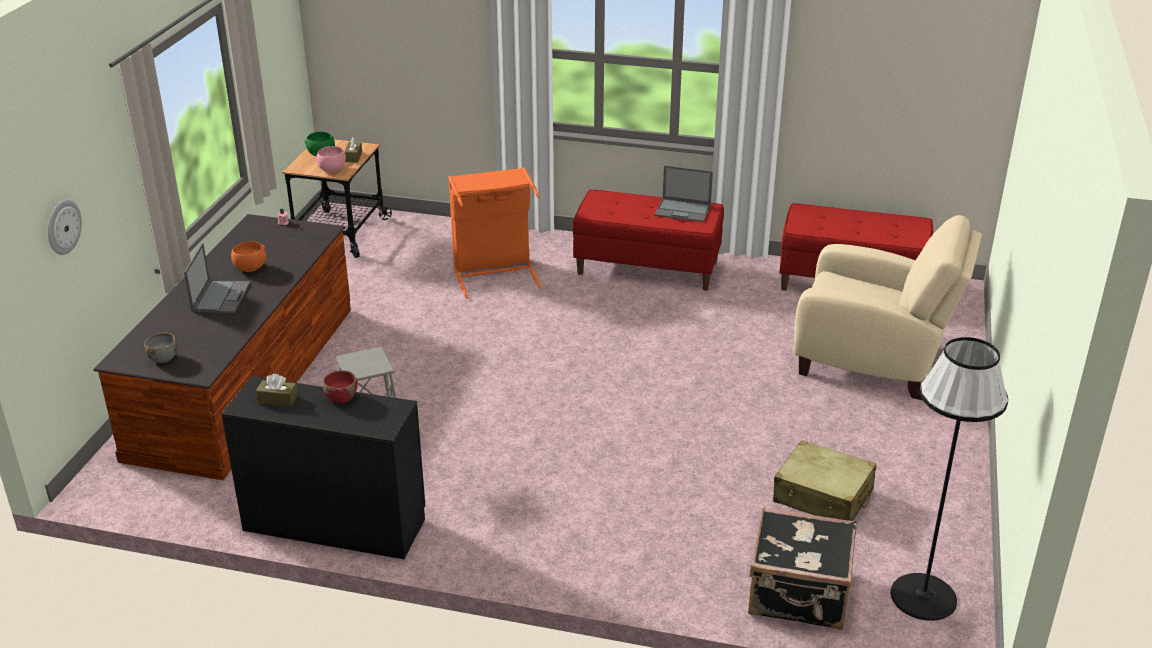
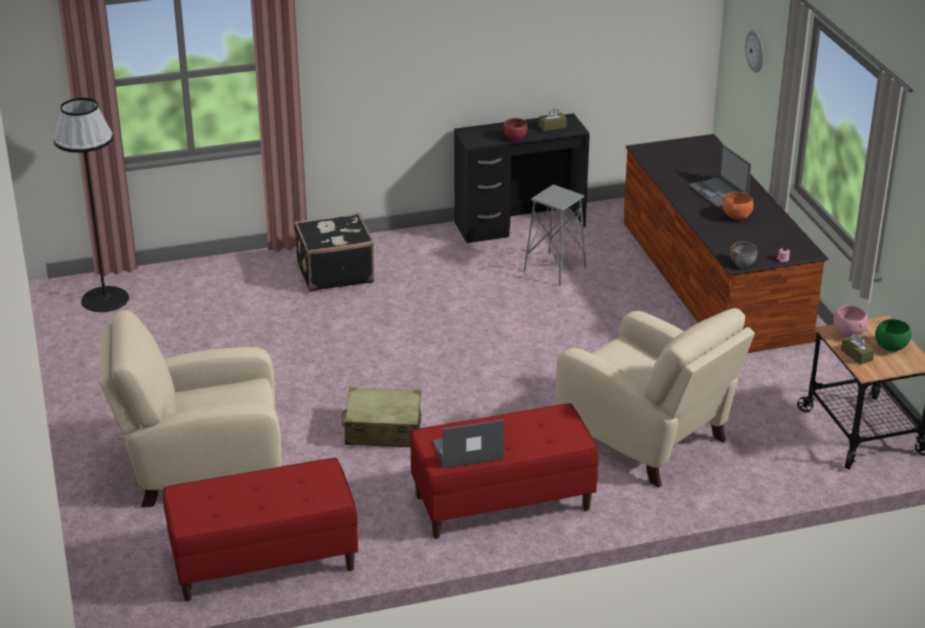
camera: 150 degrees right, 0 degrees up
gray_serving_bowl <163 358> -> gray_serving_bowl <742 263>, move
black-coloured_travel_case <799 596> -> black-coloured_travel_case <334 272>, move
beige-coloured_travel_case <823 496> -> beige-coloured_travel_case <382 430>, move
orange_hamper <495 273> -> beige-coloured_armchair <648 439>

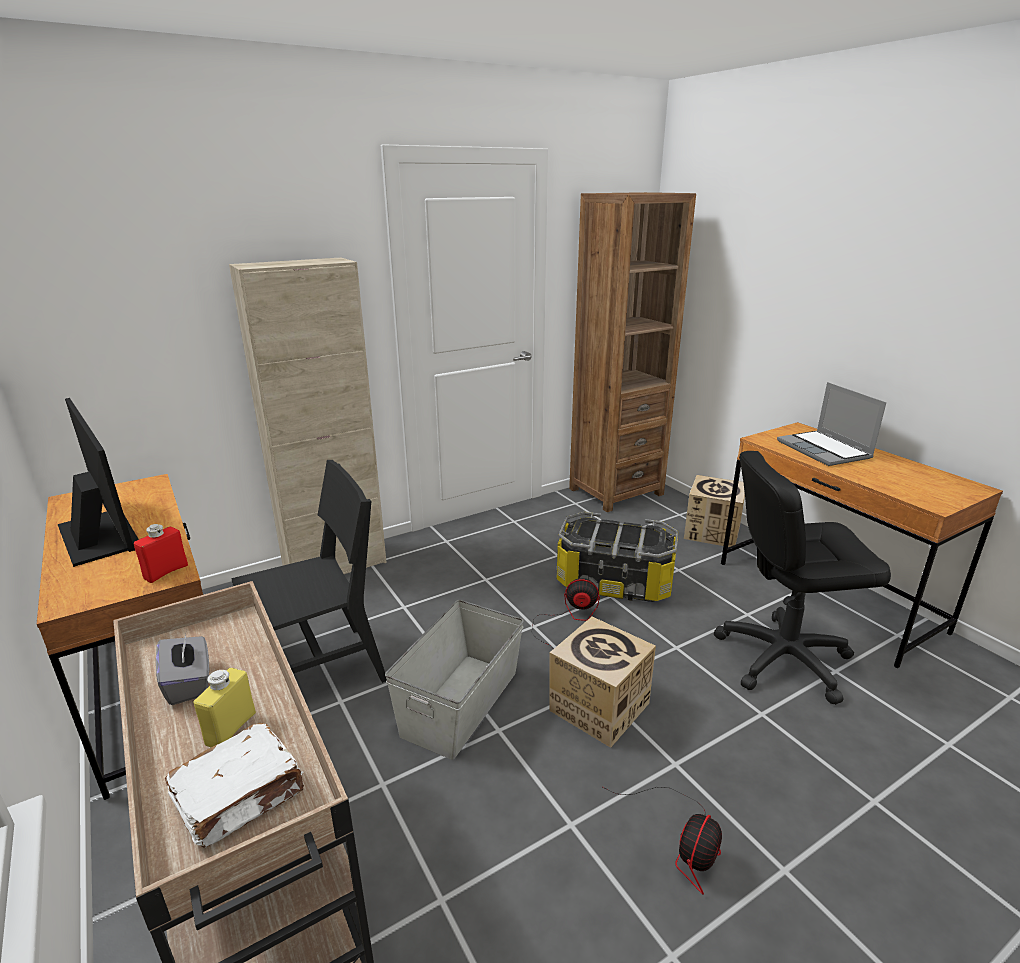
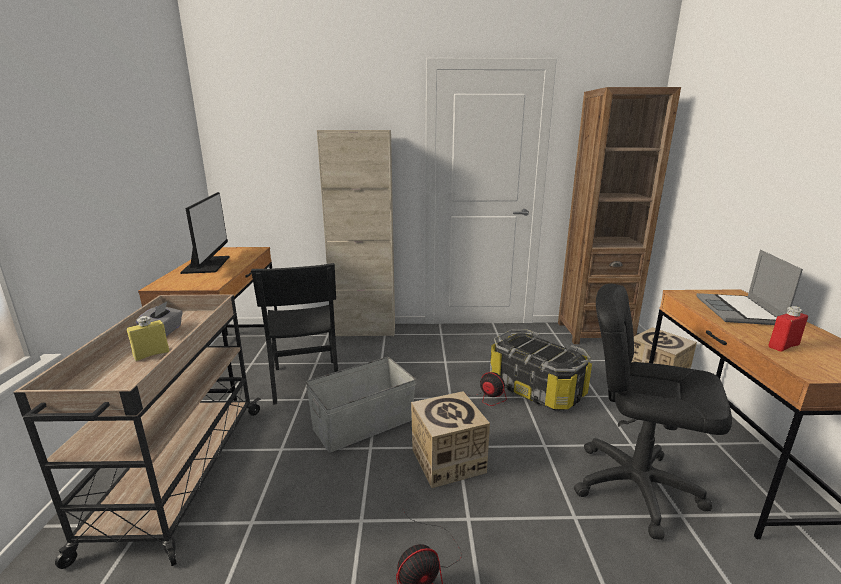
camera: 30 degrees right, 5 degrees down
white_volume <242 797> -> none
reddish_bottle <166 572> -> reddish_bottle <783 346>, move
black-coloured_plain_chair <320 671> -> black-coloured_plain_chair <305 381>, 75 degrees clockwise

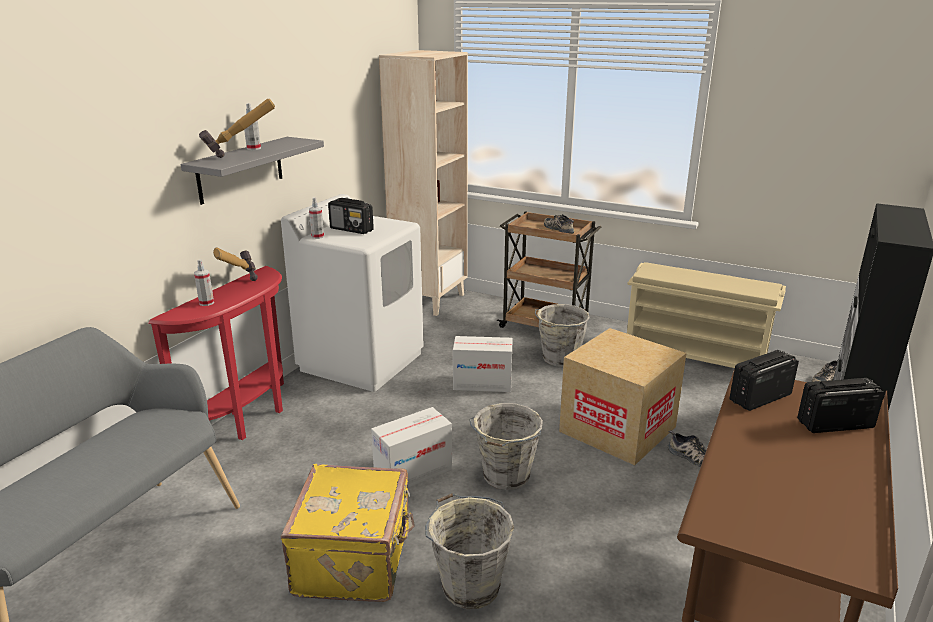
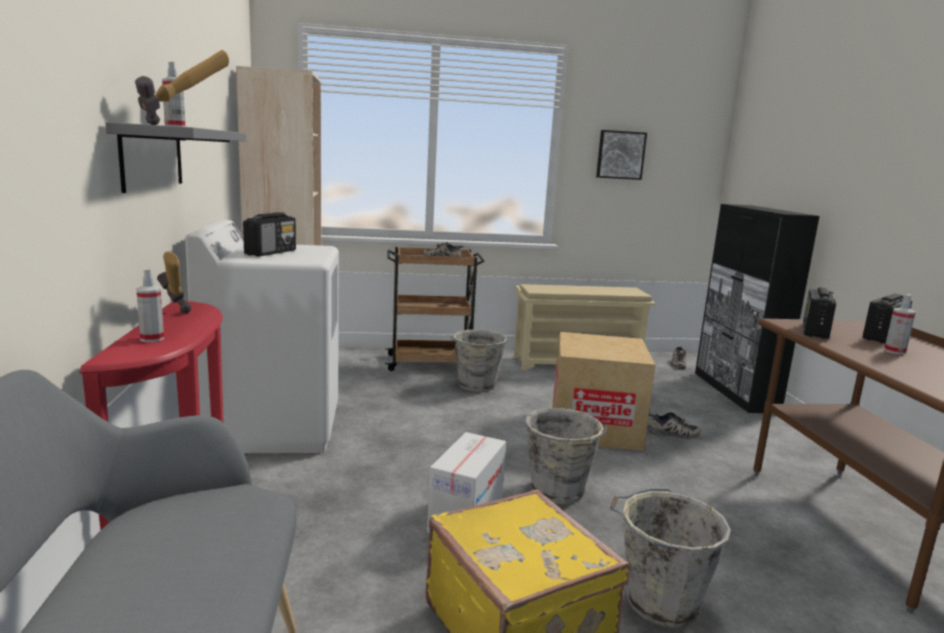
camera: 35 degrees left, 10 degrees down
packing_box <482 383> -> none
none -> picture <620 155>
spray_bottle <317 236> -> spray_bottle <894 351>, move
radio_set <352 229> -> radio_set <271 252>, 60 degrees counterclockwise

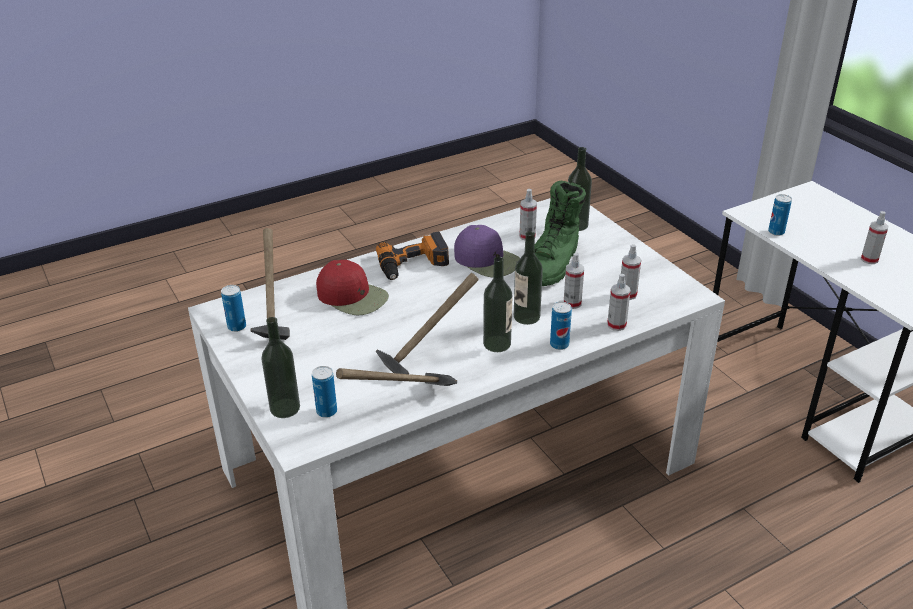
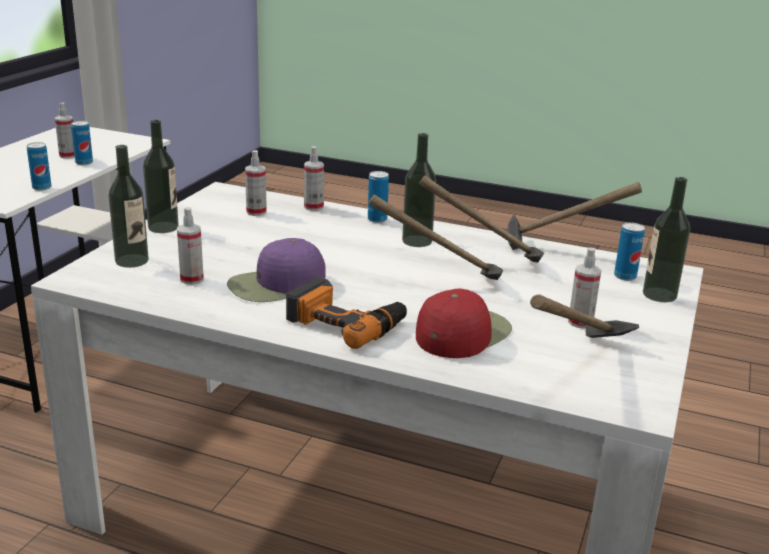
camera: 130 degrees left, 10 degrees down
green-coloured_boot <552 265> -> none
none -> hand_hammer <440 282>
sealed_can <237 327> -> sealed_can <84 163>, move
bottle <526 317> -> bottle <163 227>, move
spray_bottle <572 303> -> spray_bottle <580 322>, move
reddish_cap <353 296> -> reddish_cap <462 333>, 45 degrees clockwise
purple-coloured_cap <487 260> -> purple-coloured_cap <276 285>, 120 degrees counterclockwise

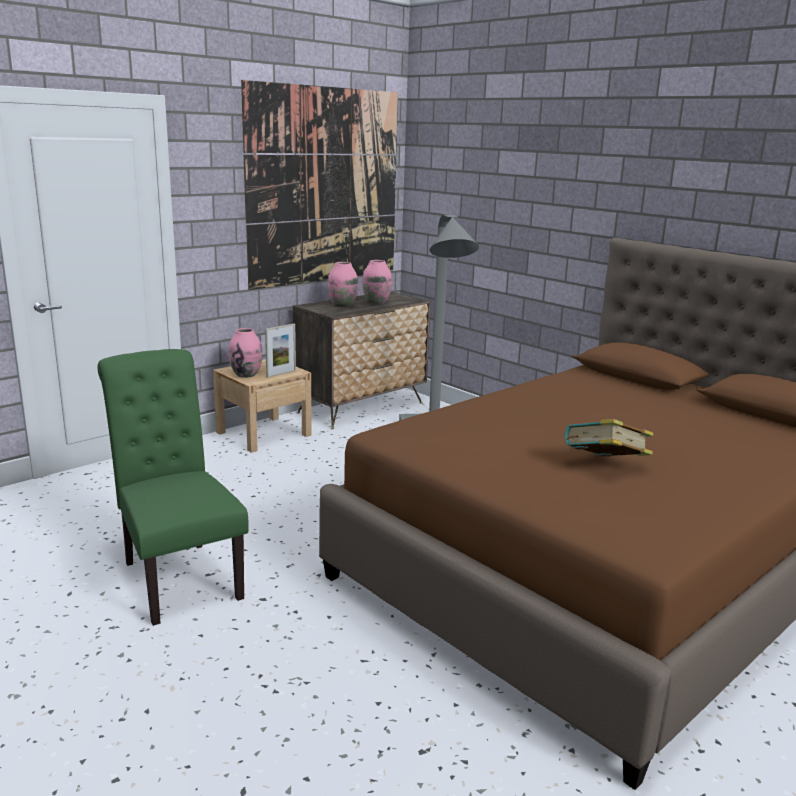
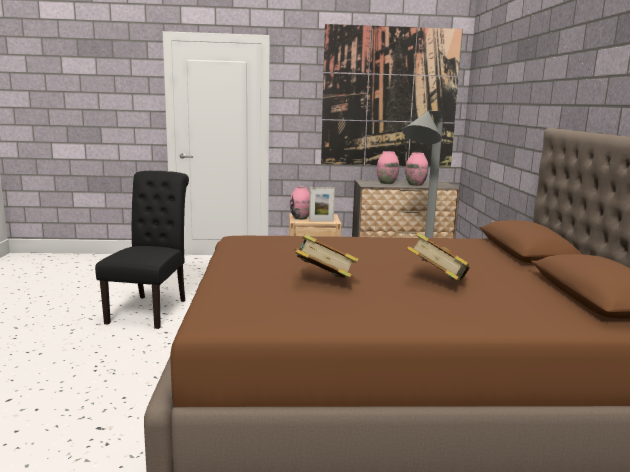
camera: 40 degrees right, 5 degrees down
none -> volume <436 282>
green-coloured_plain_chair <178 576> -> black-coloured_plain_chair <151 309>

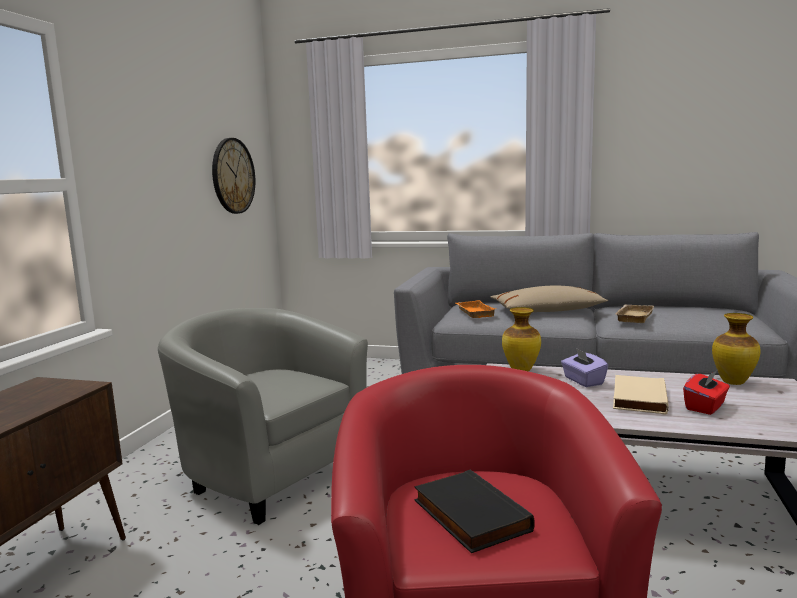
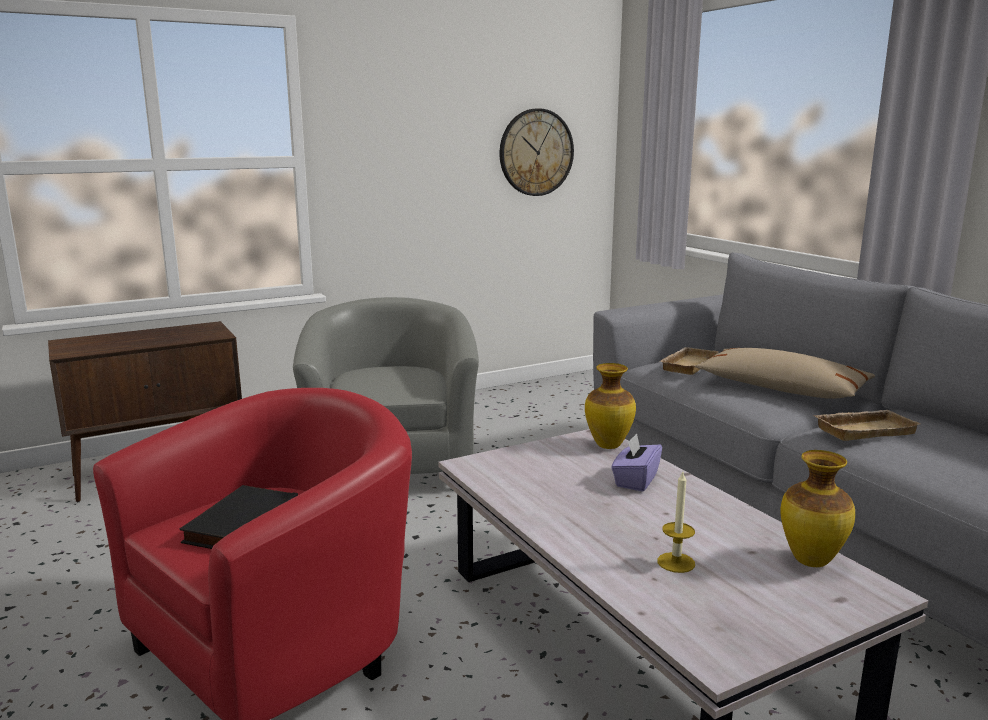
camera: 45 degrees right, 5 degrees up
beige-coloured_volume <637 398> -> none
reddish_tissue_box <705 407> -> wax_light <676 562>
orange_carrying_tray <473 312> -> beige-coloured_carrying_tray <687 364>

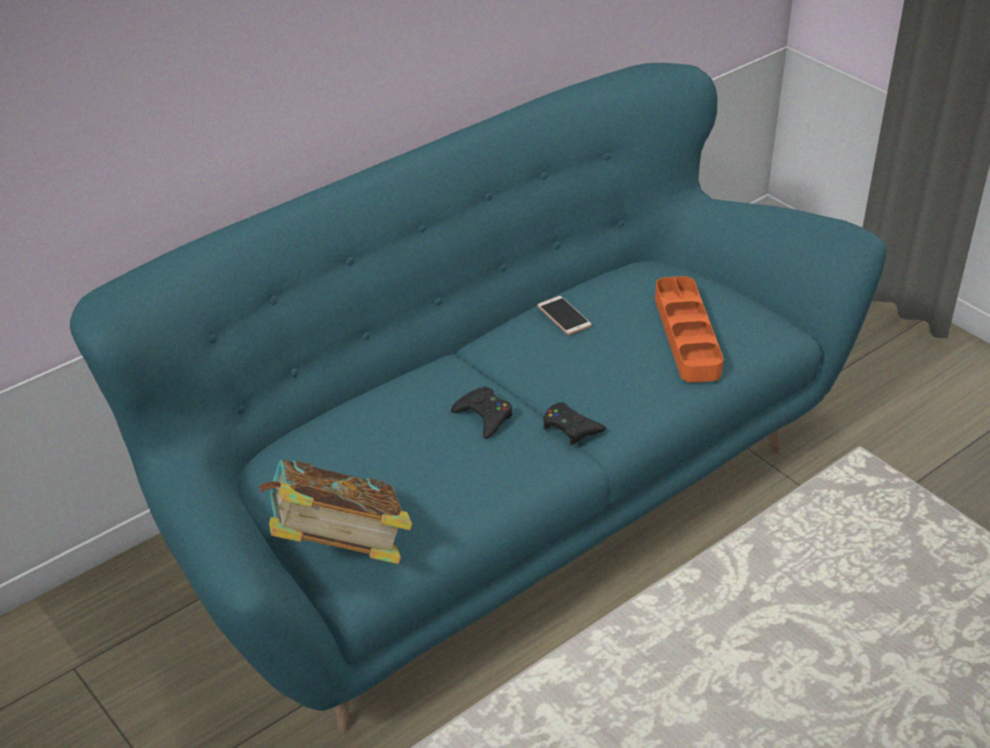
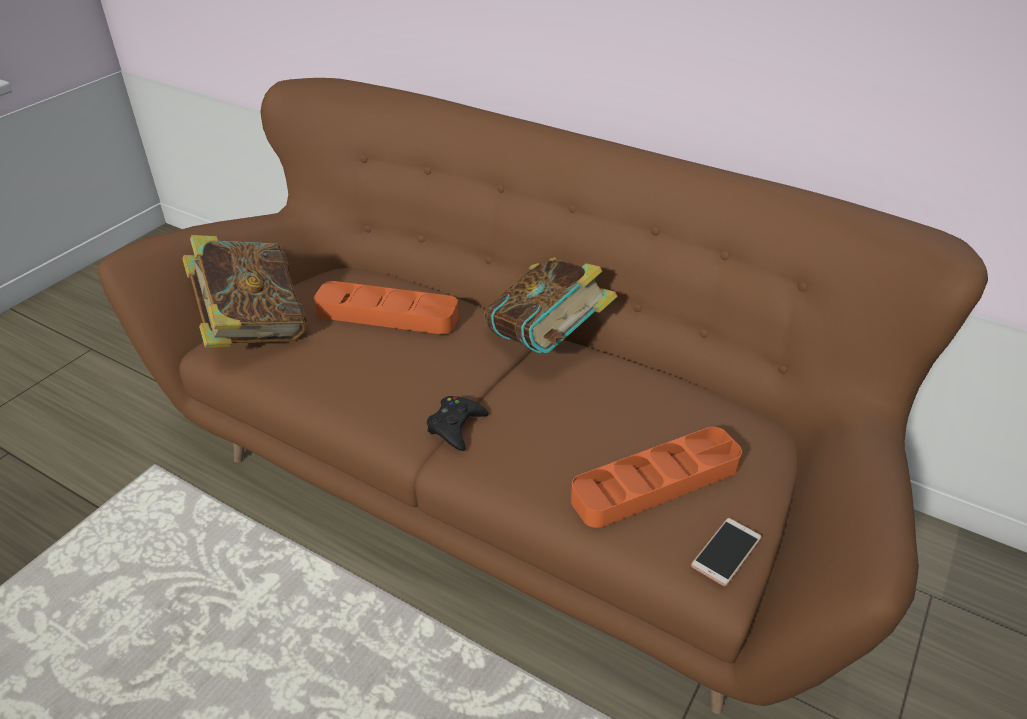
camera: 70 degrees right, 0 degrees up
black-coloured_joypad <484 416> -> none
none -> orange_carrying_tray <387 314>
none -> volume <547 342>
handset <564 316> -> handset <726 552>, move
turquoise-coloured_settee <497 503> -> brownish_settee <513 482>

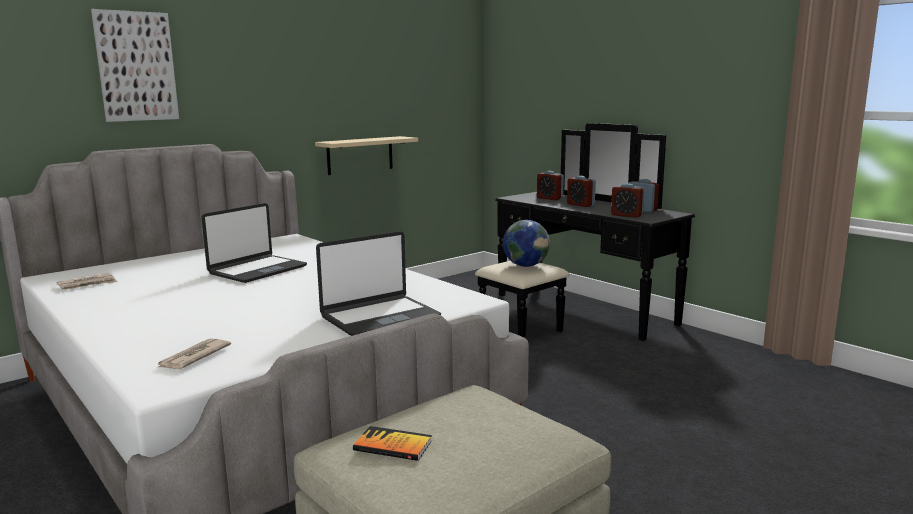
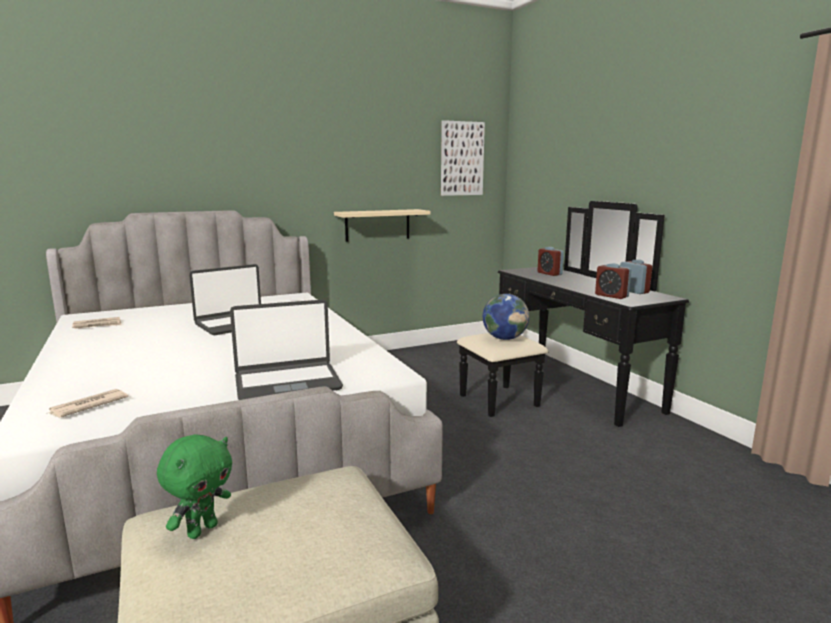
camera: 15 degrees right, 0 degrees up
table_clock <580 205> -> none
picture <136 66> -> picture <462 158>, move
volume <392 445> -> green-coloured_plush_toy <202 530>

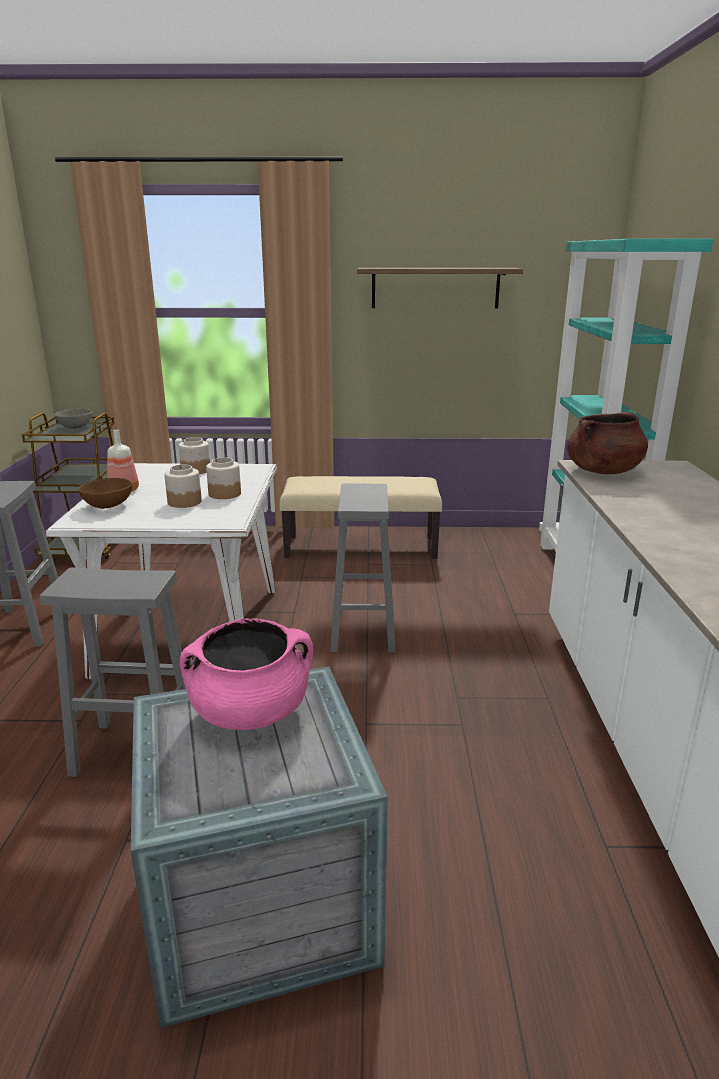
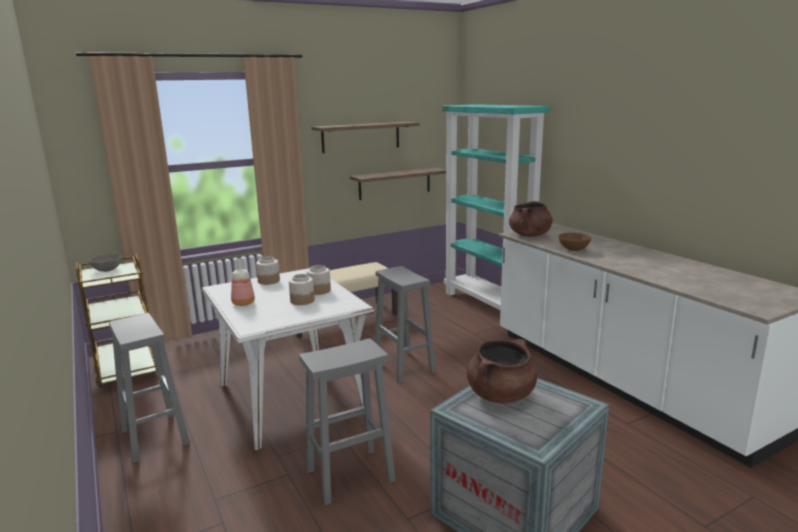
camera: 30 degrees left, 5 degrees down
none -> wall_shelf <395 183>
brownish_serving_bowl <108 505> -> brownish_serving_bowl <573 249>, move
pink-coloured_cooking_pot <251 712> -> brownish_cooking_pot <500 395>

